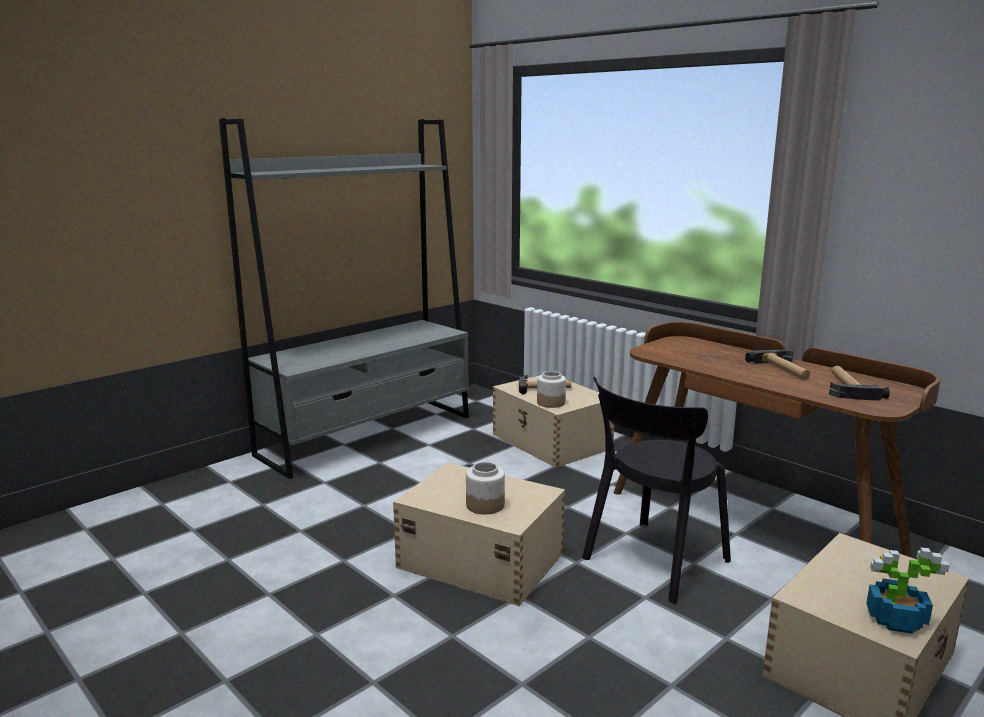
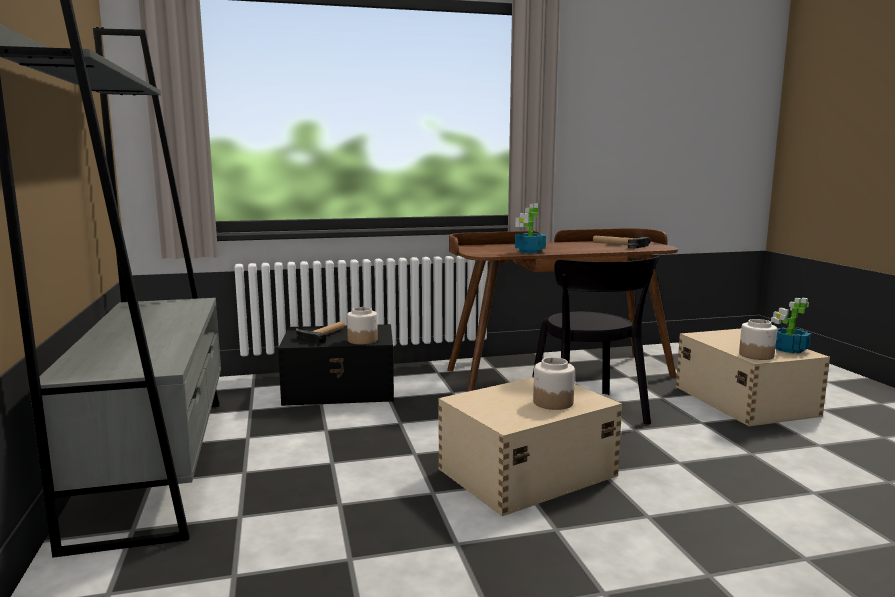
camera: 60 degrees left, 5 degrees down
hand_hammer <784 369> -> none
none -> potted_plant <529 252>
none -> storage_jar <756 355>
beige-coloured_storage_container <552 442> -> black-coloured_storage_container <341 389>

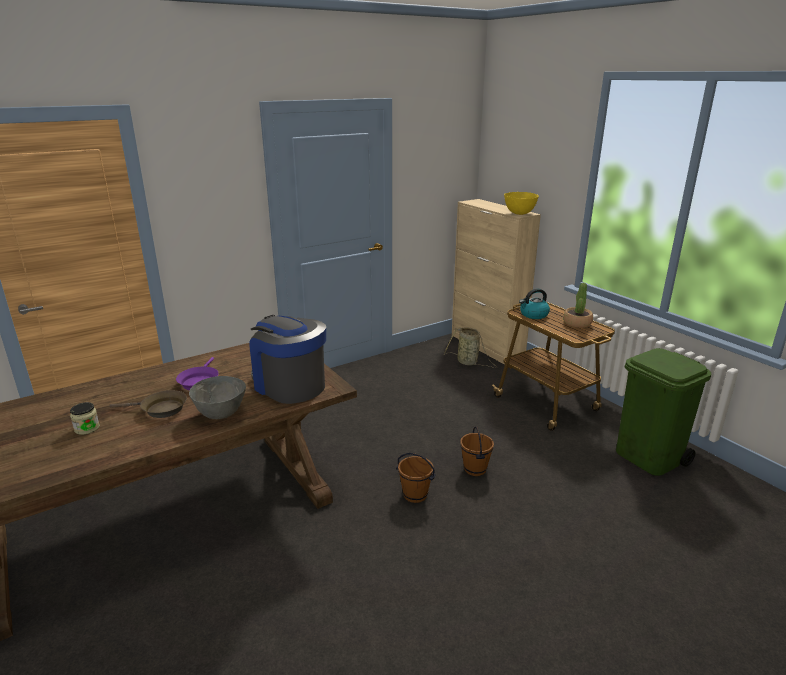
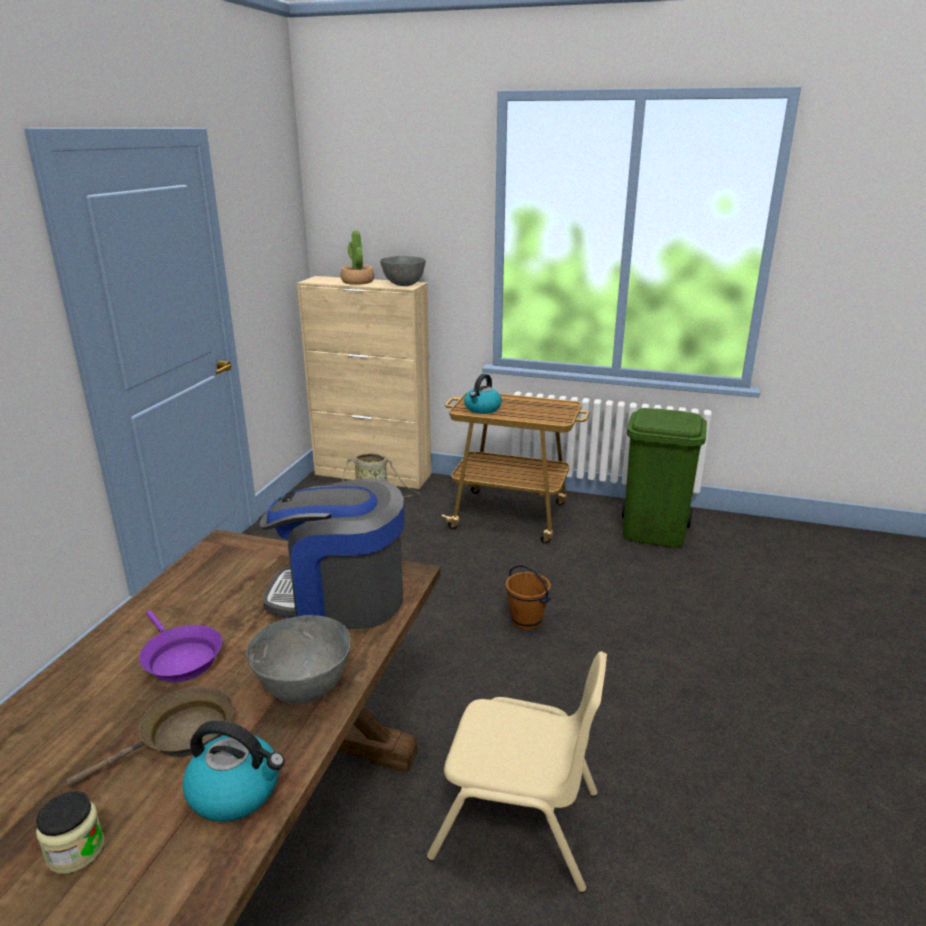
camera: 40 degrees left, 0 degrees up
brownish_pail <415 495> -> none
none -> tea_kettle <236 791>
none -> beige-coloured_plain_chair <517 824>
potted_plant <577 323> -> potted_plant <357 282>, move
yellowish_serving_bowl <519 213> -> gray_serving_bowl <404 285>

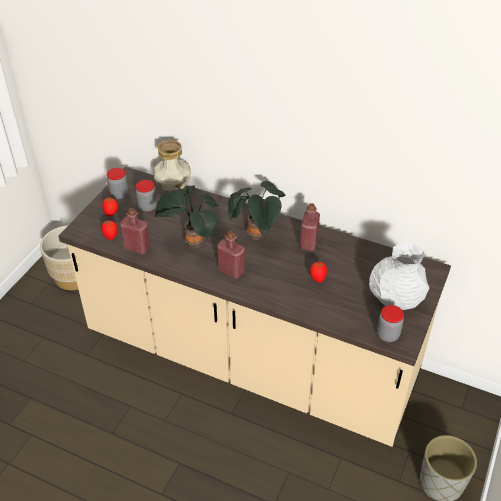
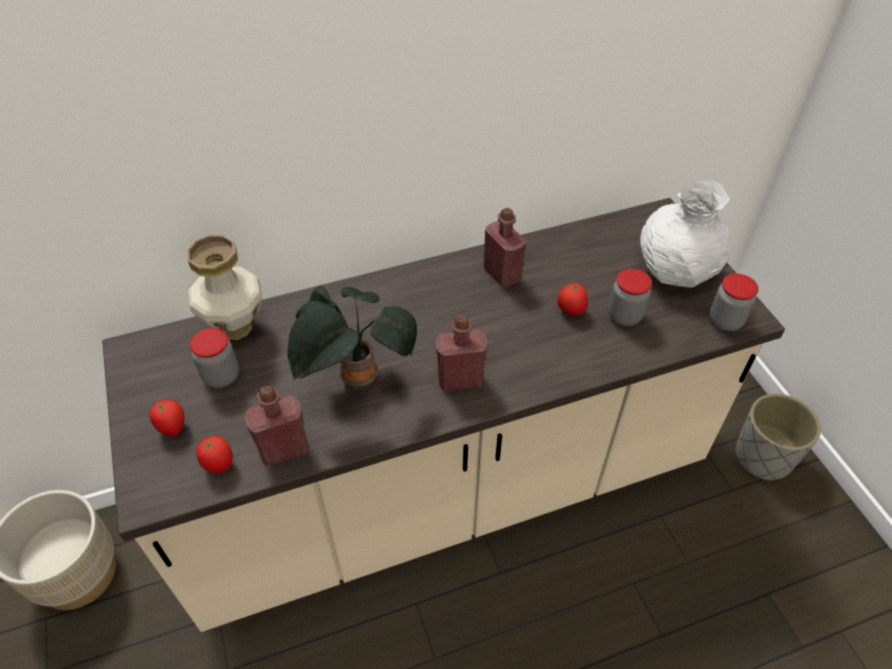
camera: 45 degrees left, 5 degrees up
potted_plant <257 236> -> none
storage_jar <119 194> -> storage_jar <624 316>, move

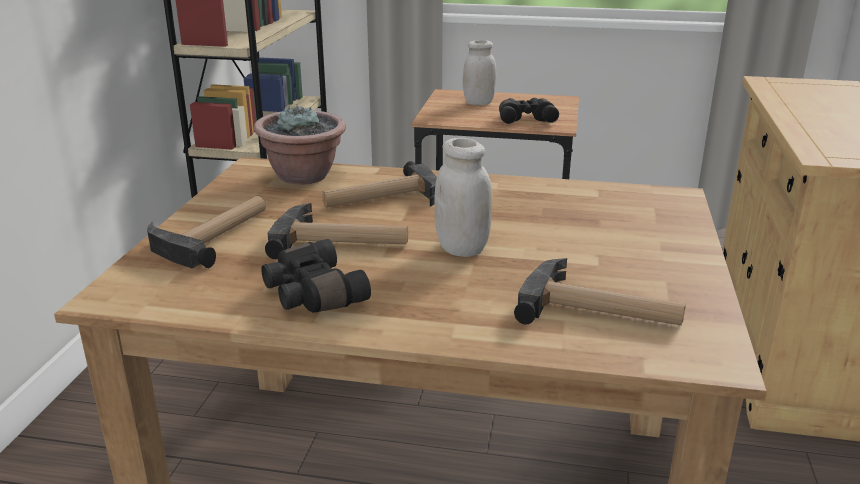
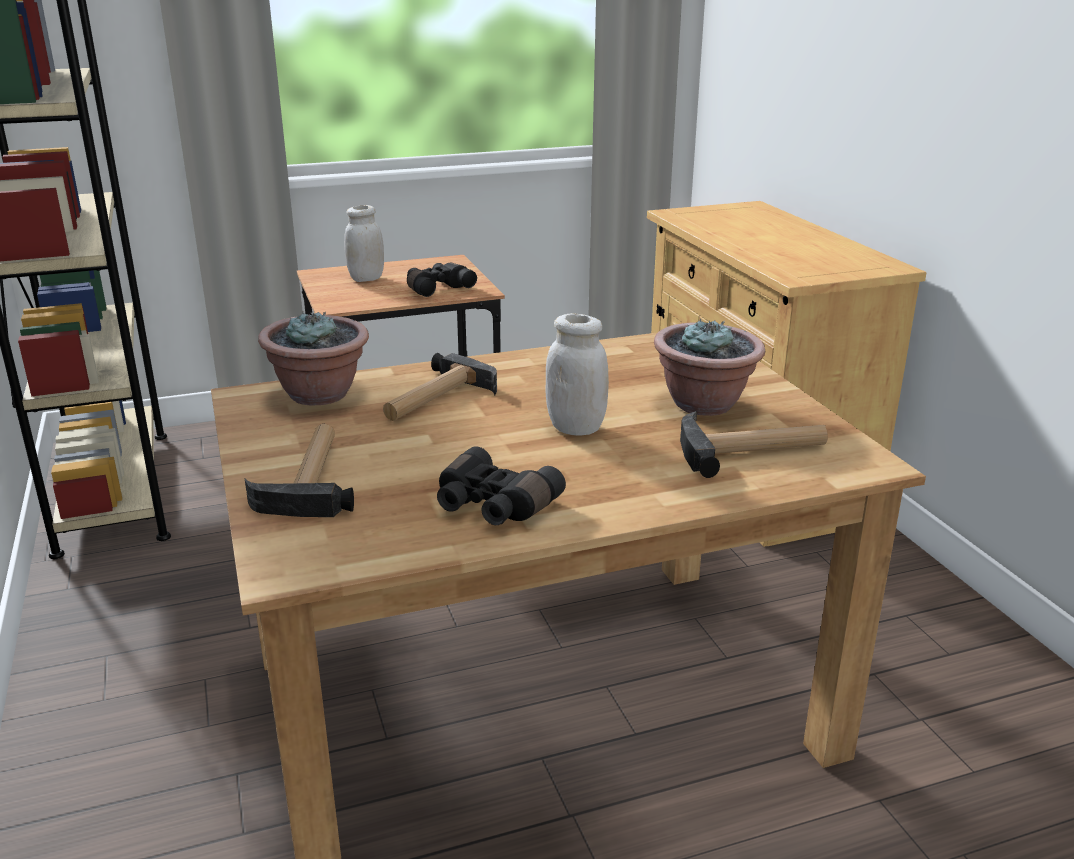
camera: 30 degrees left, 0 degrees up
hand_hammer <342 242> -> none
none -> potted_plant <704 404>

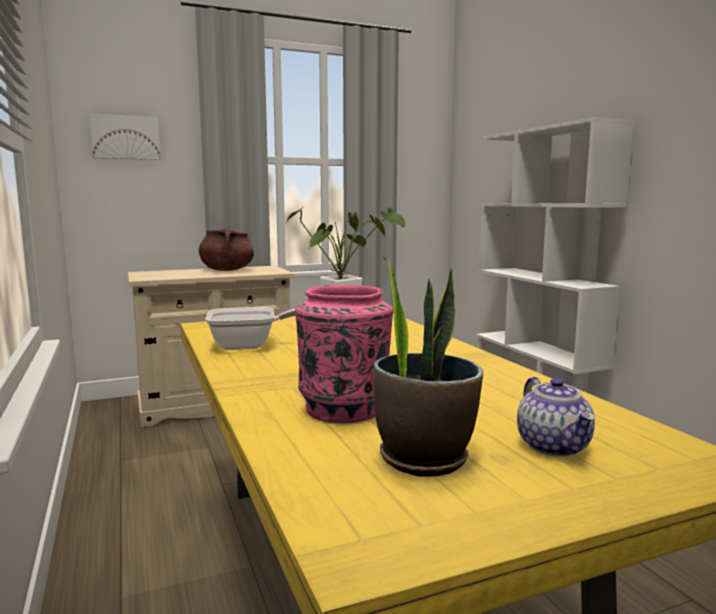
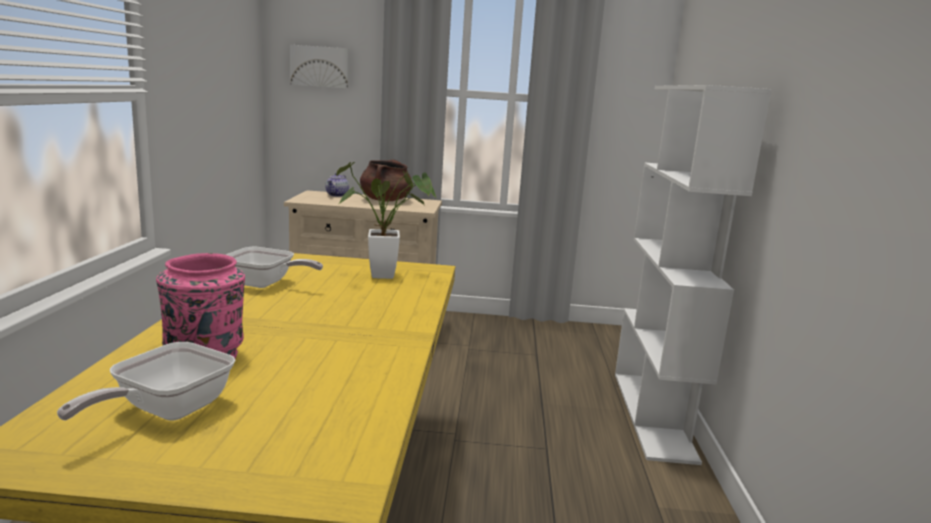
camera: 25 degrees right, 5 degrees up
pot_for_tea <554 446> -> pot_for_tea <337 195>, move
potted_plant <424 458> -> skillet <165 411>

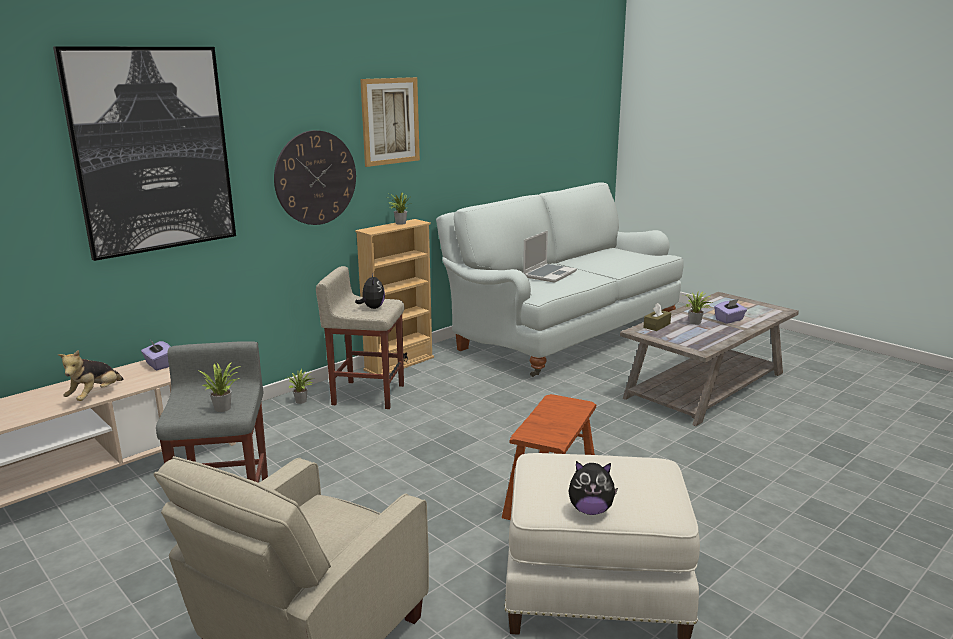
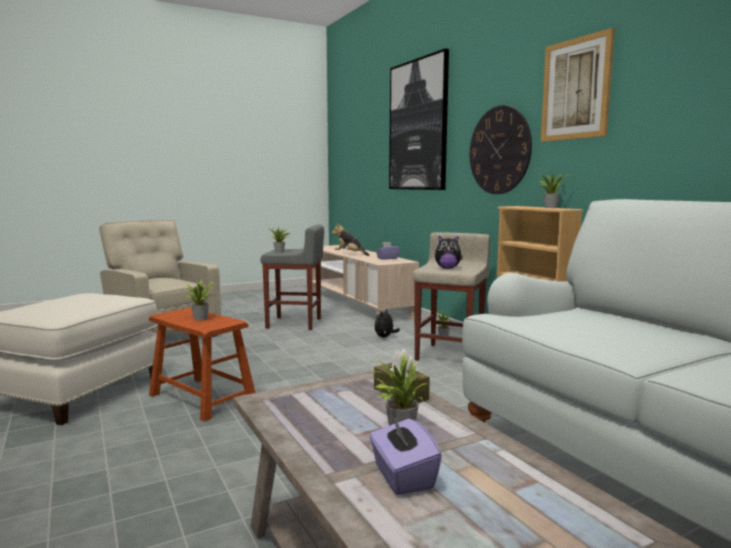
camera: 105 degrees right, 10 degrees down
laptop <549 274> -> none
none -> potted_plant <202 318>
plush_toy <590 510> -> plush_toy <385 337>, move

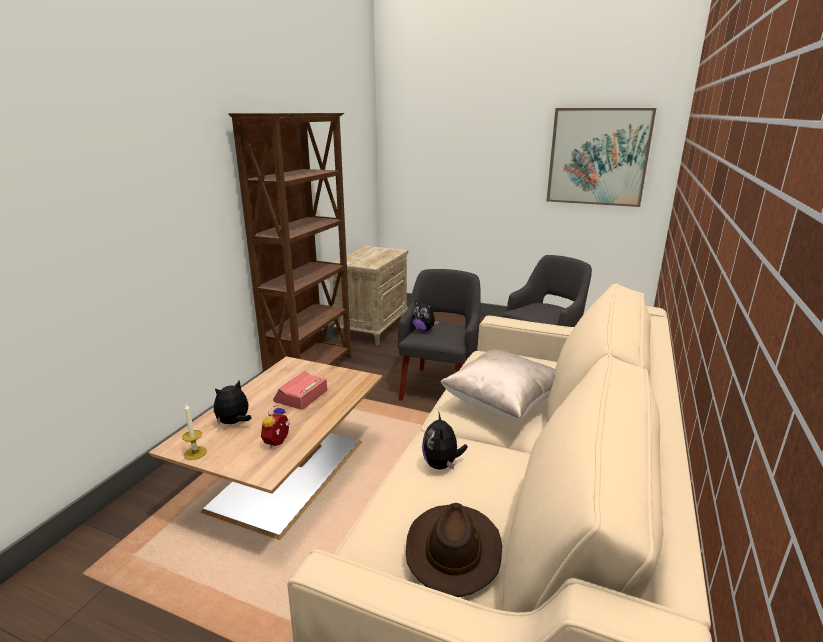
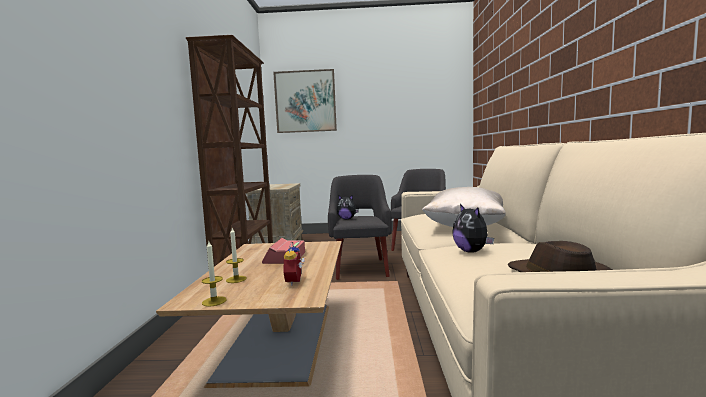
camera: 20 degrees left, 15 degrees down
picture <598 157> -> picture <305 101>, move
plush_toy <234 423> -> wax_light <236 279>

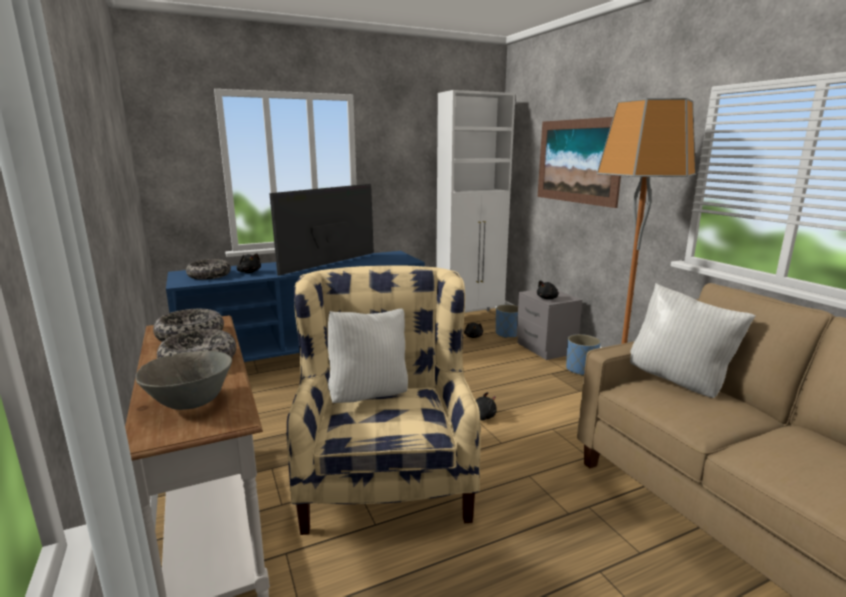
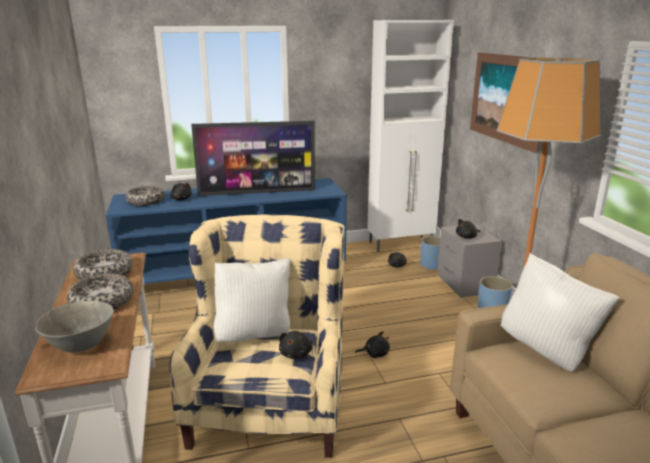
camera: 10 degrees right, 5 degrees up
none -> black-coloured_plush_toy <296 353>
TV <331 264> -> TV <257 192>, 150 degrees counterclockwise

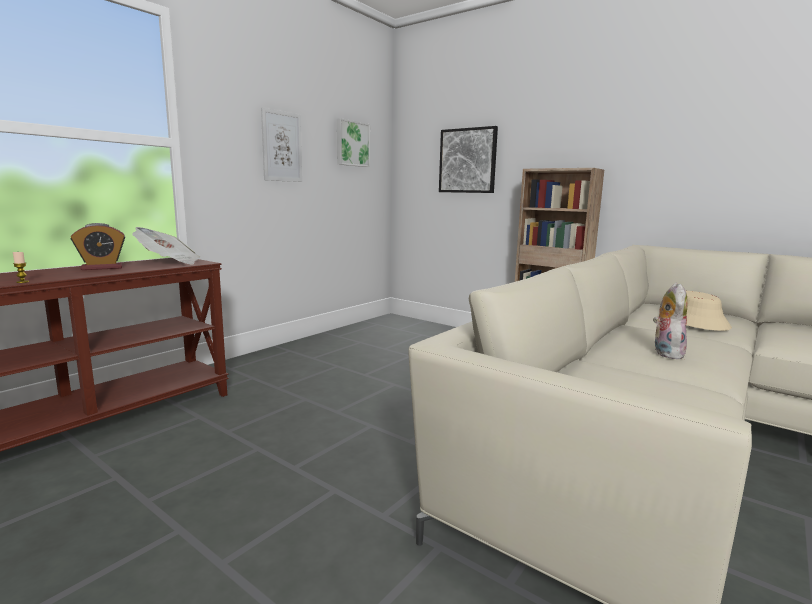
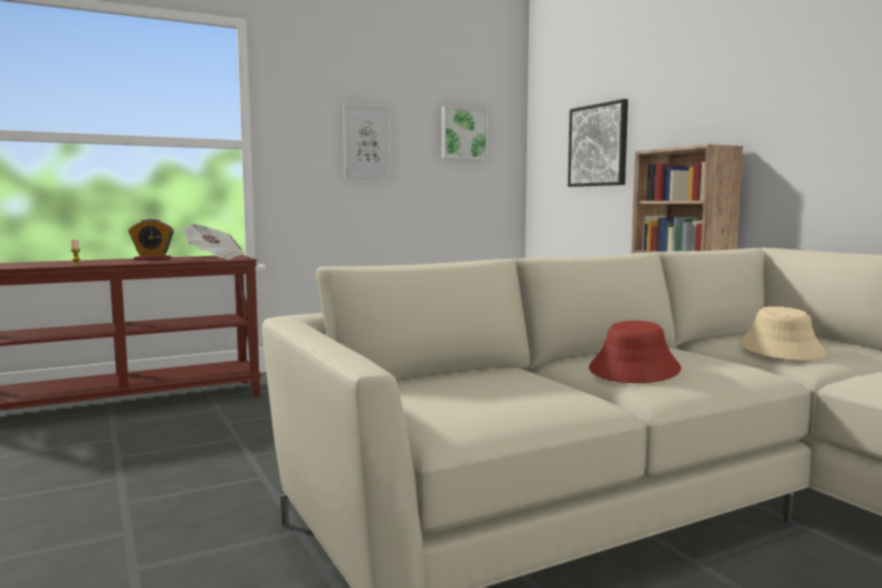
camera: 25 degrees right, 5 degrees down
plush_toy <665 353> -> reddish_hat <635 369>

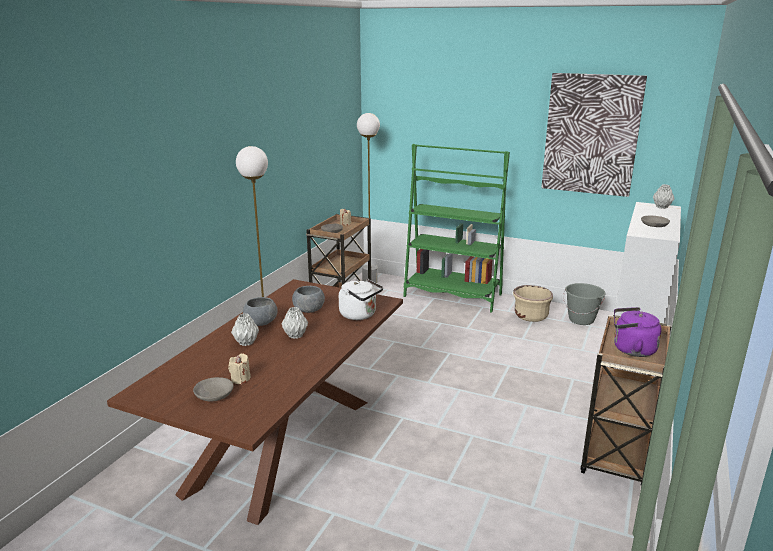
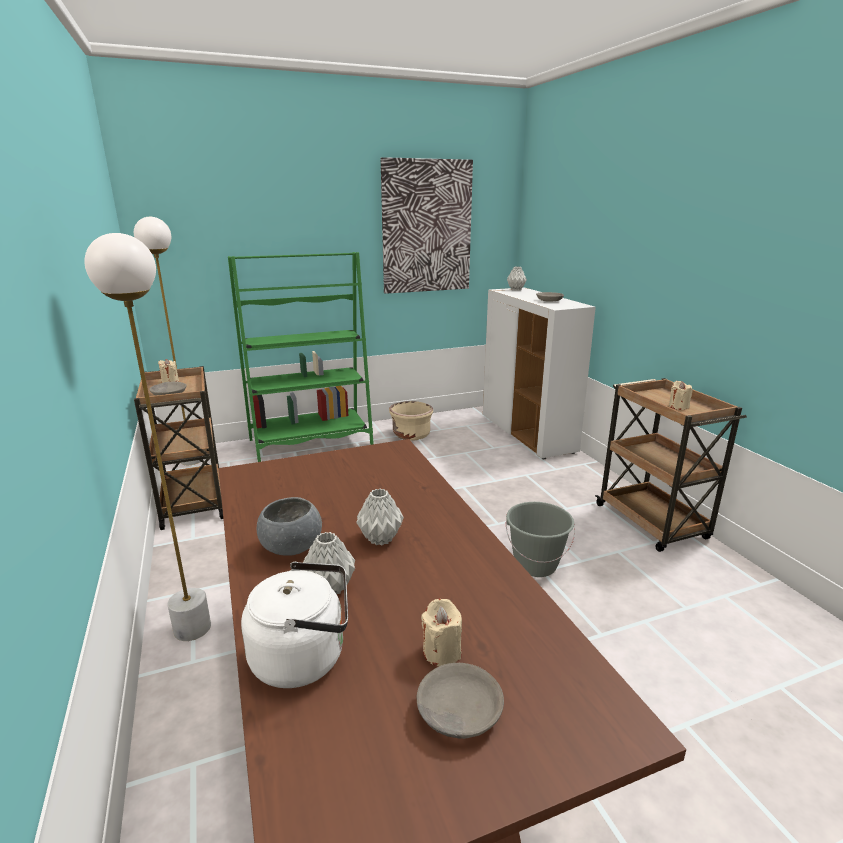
camera: 45 degrees left, 0 degrees up
gray_serving_bowl <309 310> -> none
white_tea_kettle <360 315> -> white_tea_kettle <304 657>, move
gray_pail <581 320> -> gray_pail <535 565>, move
purple-coloured_tea_kettle <631 349> -> beige-coloured_wax_light <678 406>

